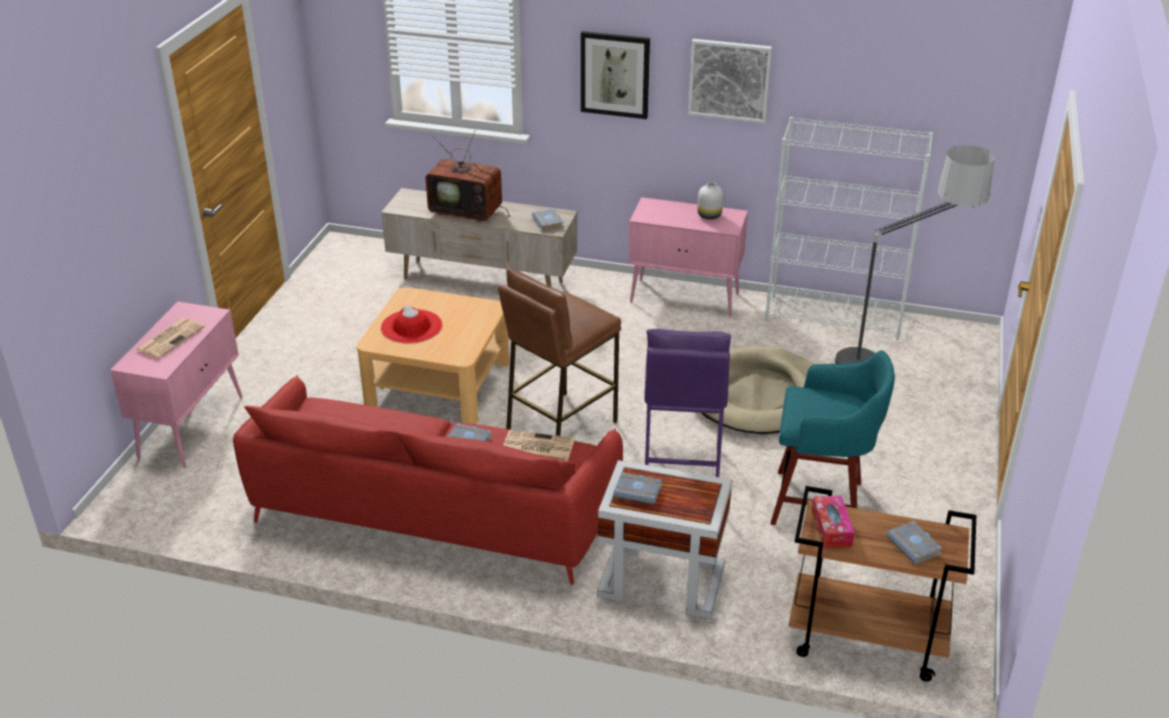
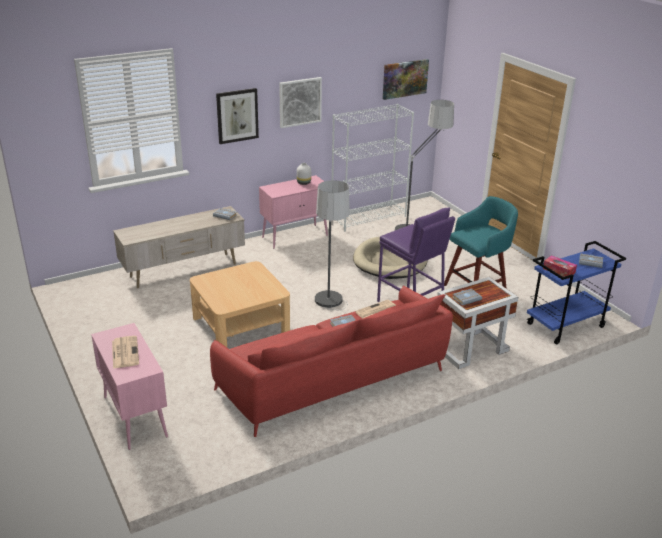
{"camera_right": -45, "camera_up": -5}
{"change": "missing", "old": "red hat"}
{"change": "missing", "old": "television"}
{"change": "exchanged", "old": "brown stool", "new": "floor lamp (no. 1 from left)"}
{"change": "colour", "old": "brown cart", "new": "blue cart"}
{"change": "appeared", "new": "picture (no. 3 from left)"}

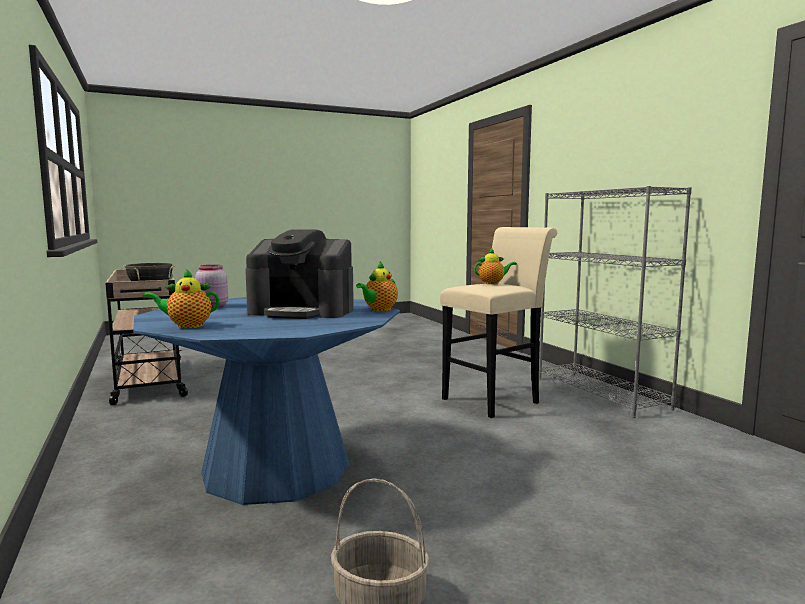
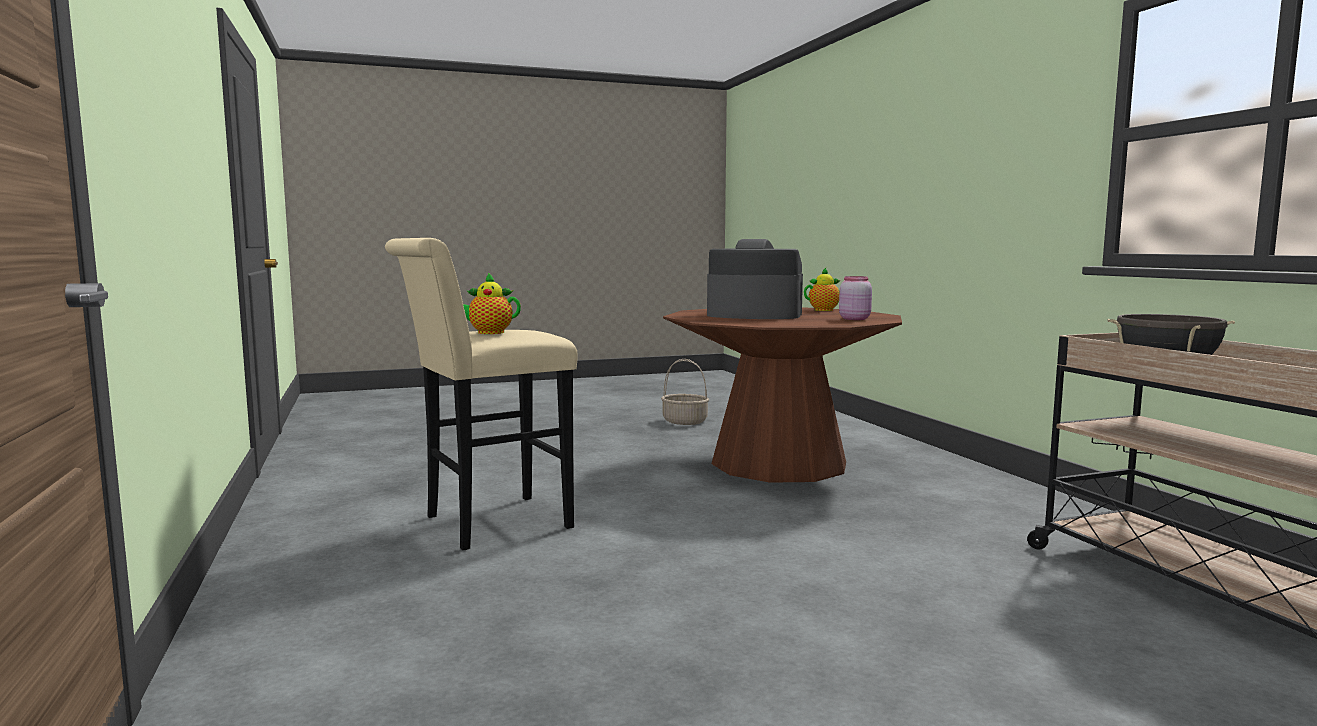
{"camera_right": -175, "camera_up": 0}
{"change": "colour", "old": "blue dining table", "new": "brown dining table"}
{"change": "missing", "old": "teapot (no. 2 from left)"}
{"change": "missing", "old": "grey bookcase"}

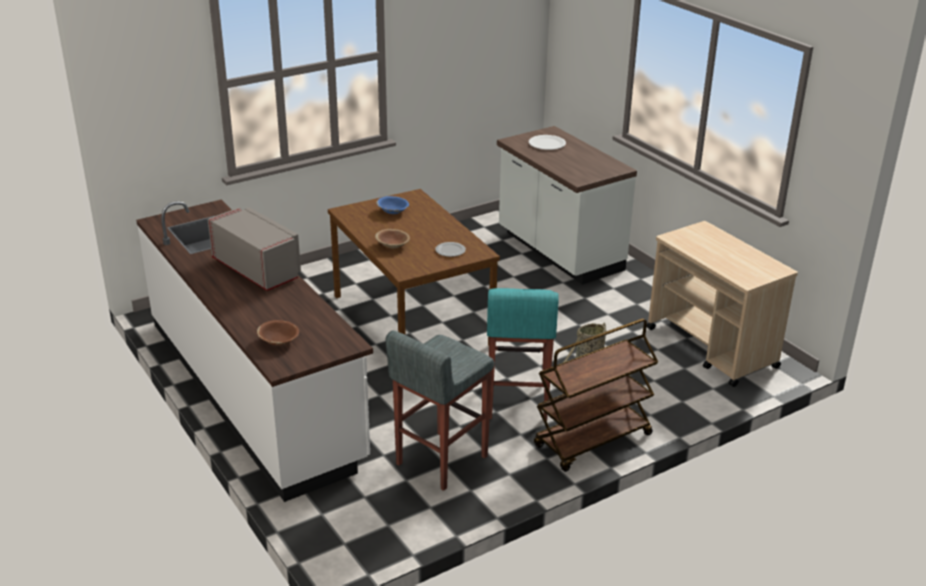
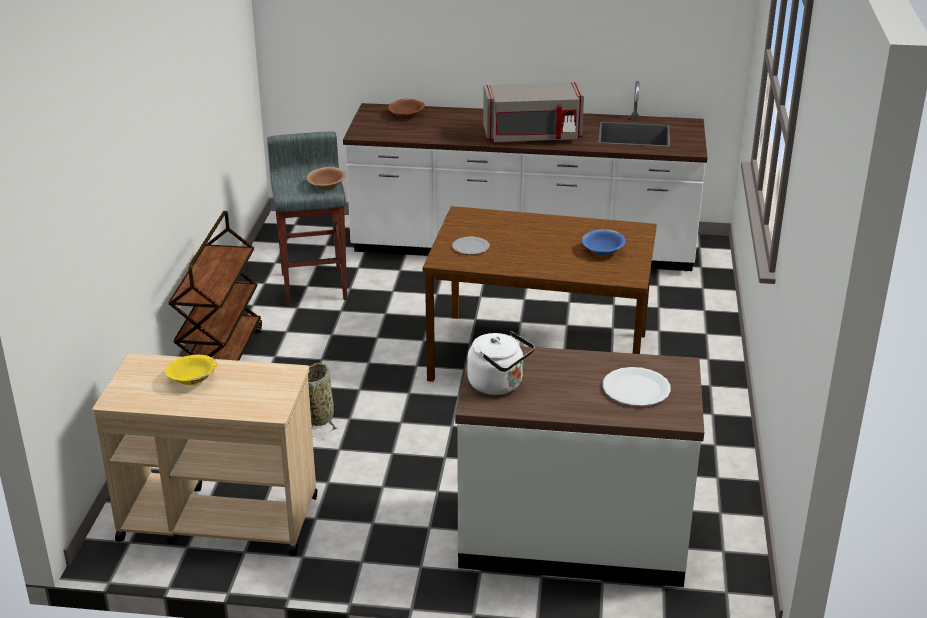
{"camera_right": 130, "camera_up": 0}
{"change": "relocated", "old": "brown bowl (no. 2 from left in the first image)", "new": "brown bowl (no. 1 from left)"}
{"change": "missing", "old": "turquoise stool"}
{"change": "appeared", "new": "yellow bowl"}
{"change": "appeared", "new": "white kettle"}

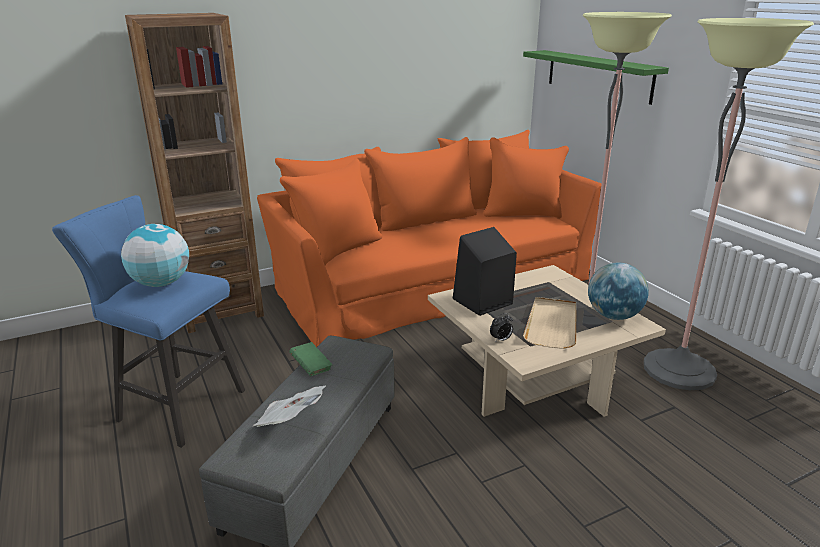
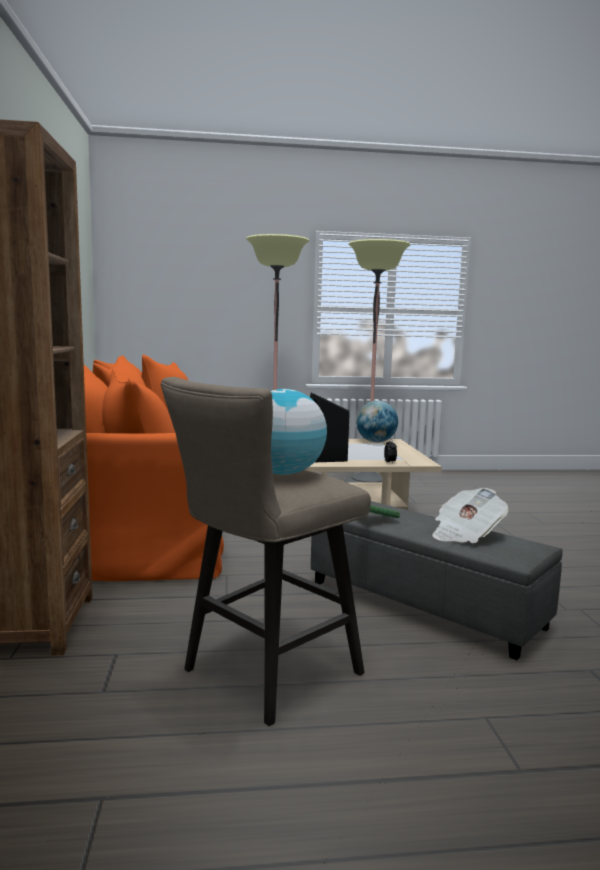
{"camera_right": -70, "camera_up": -15}
{"change": "colour", "old": "blue stool", "new": "beige stool"}
{"change": "missing", "old": "green shelf"}
{"change": "missing", "old": "beige tray"}

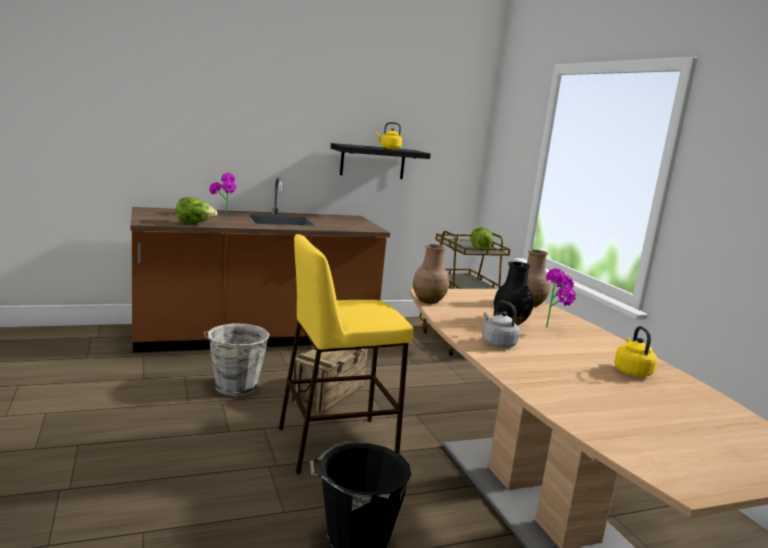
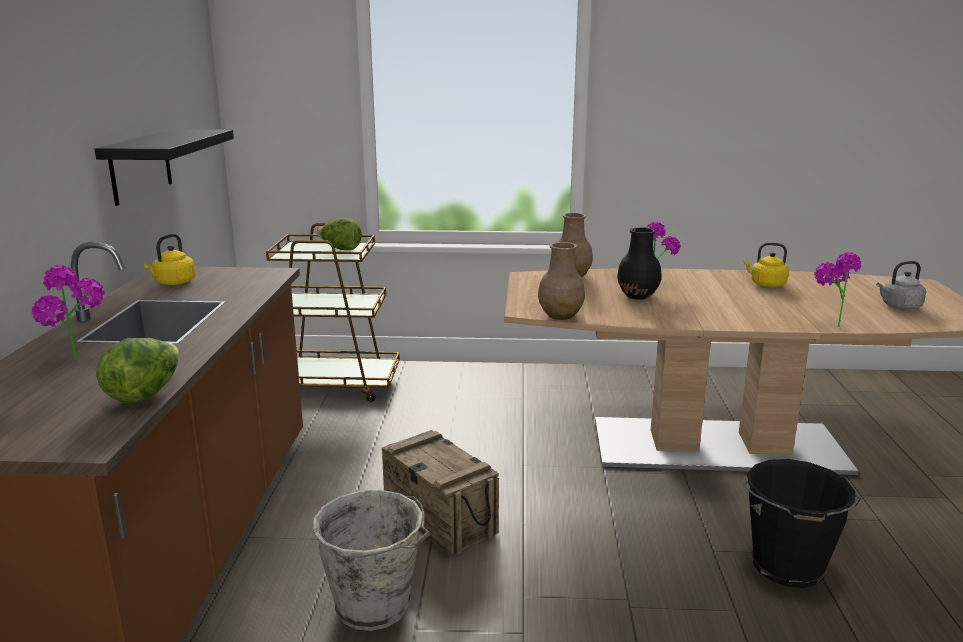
{"camera_right": -65, "camera_up": 5}
{"change": "missing", "old": "yellow stool"}
{"change": "relocated", "old": "yellow kettle (no. 1 from left)"}
{"change": "relocated", "old": "grey kettle"}
{"change": "appeared", "new": "potted plant (no. 3 from left)"}

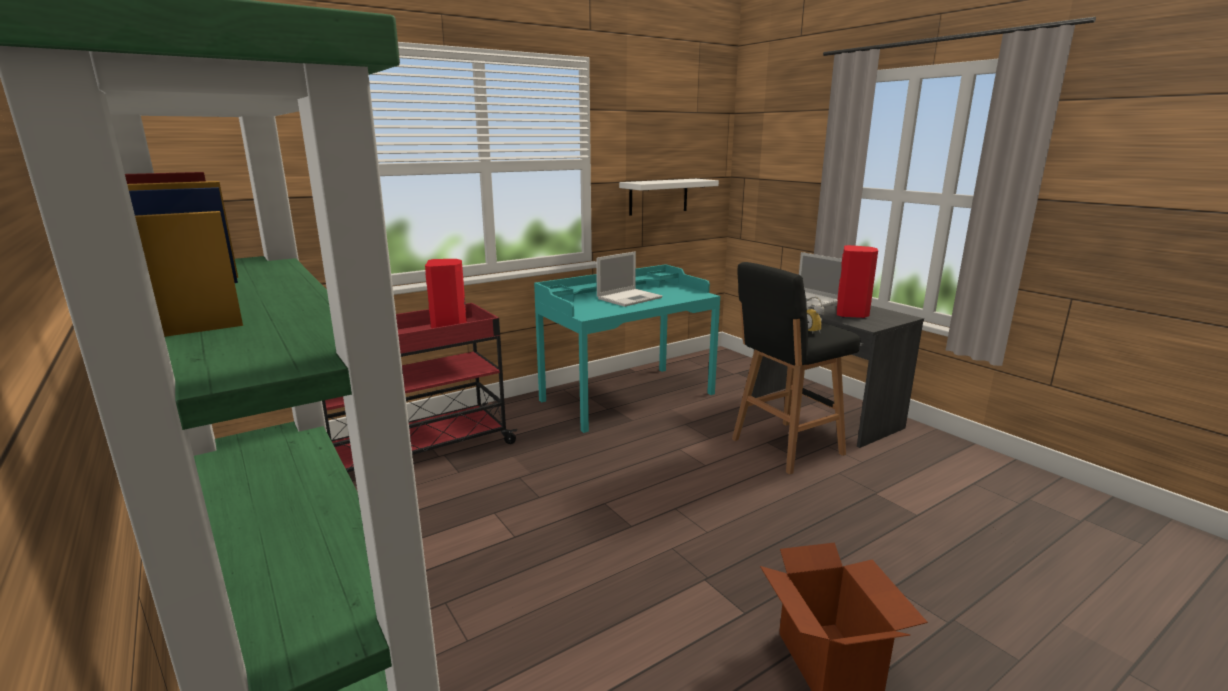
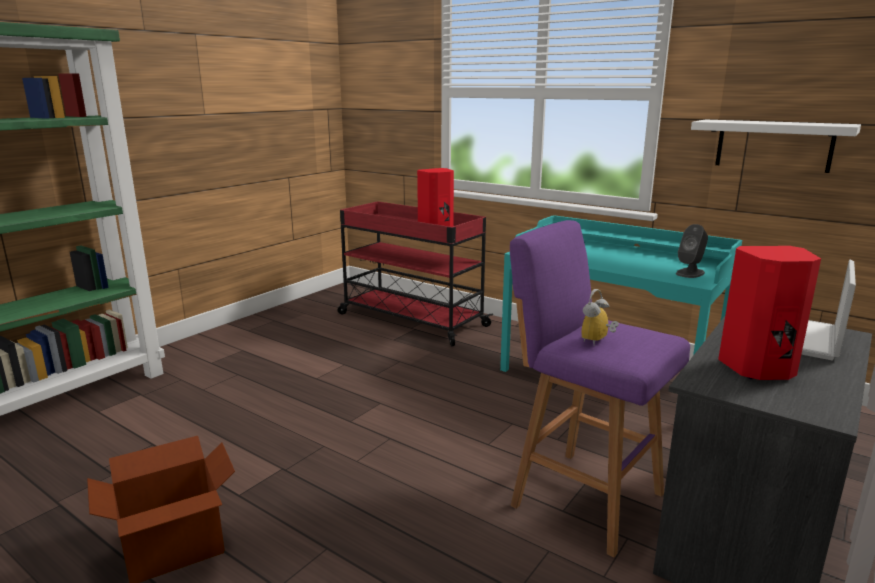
{"camera_right": 70, "camera_up": 0}
{"change": "missing", "old": "laptop (no. 1 from left)"}
{"change": "colour", "old": "black stool", "new": "purple stool"}
{"change": "appeared", "new": "grey speaker"}

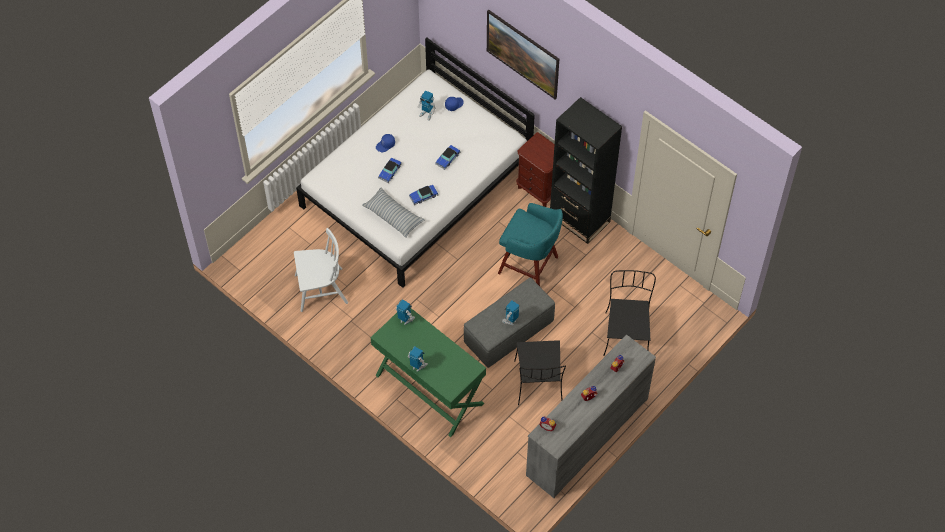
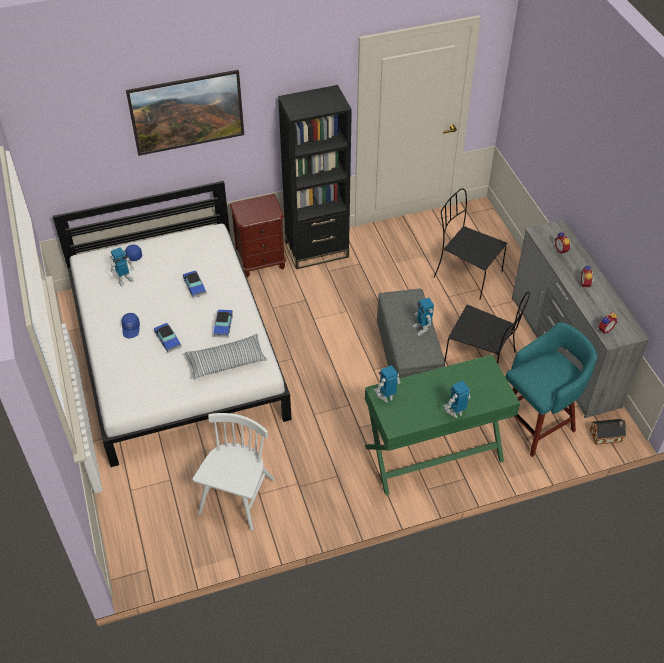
{"camera_right": -60, "camera_up": -10}
{"change": "relocated", "old": "turquoise stool"}
{"change": "appeared", "new": "toy house"}

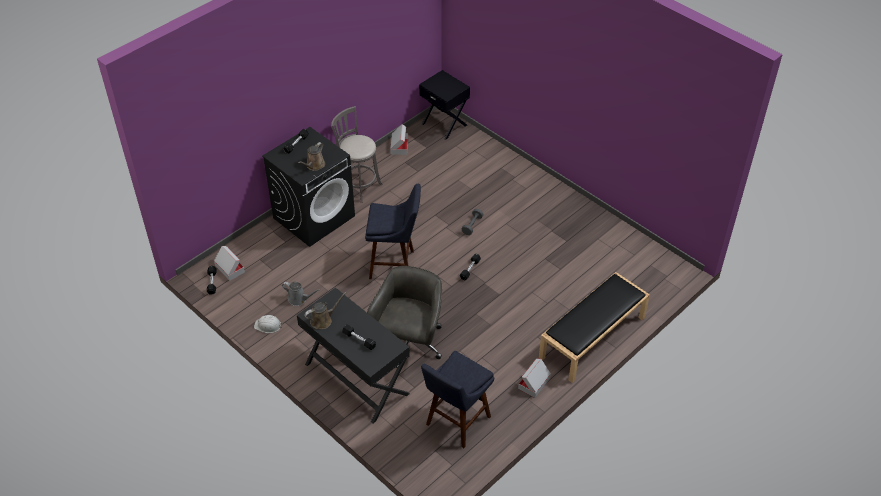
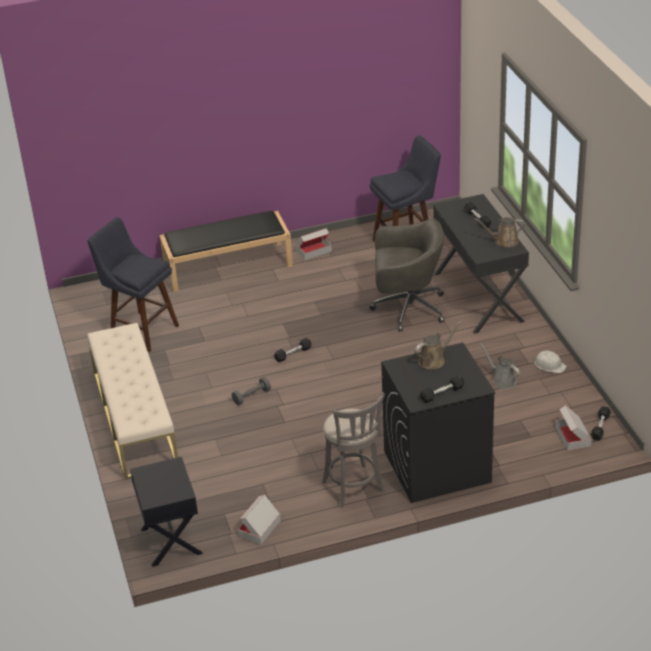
{"camera_right": -150, "camera_up": -10}
{"change": "relocated", "old": "blue stool (no. 1 from left)"}
{"change": "spun", "old": "grey office chair", "degrees": -135}
{"change": "appeared", "new": "beige bench"}

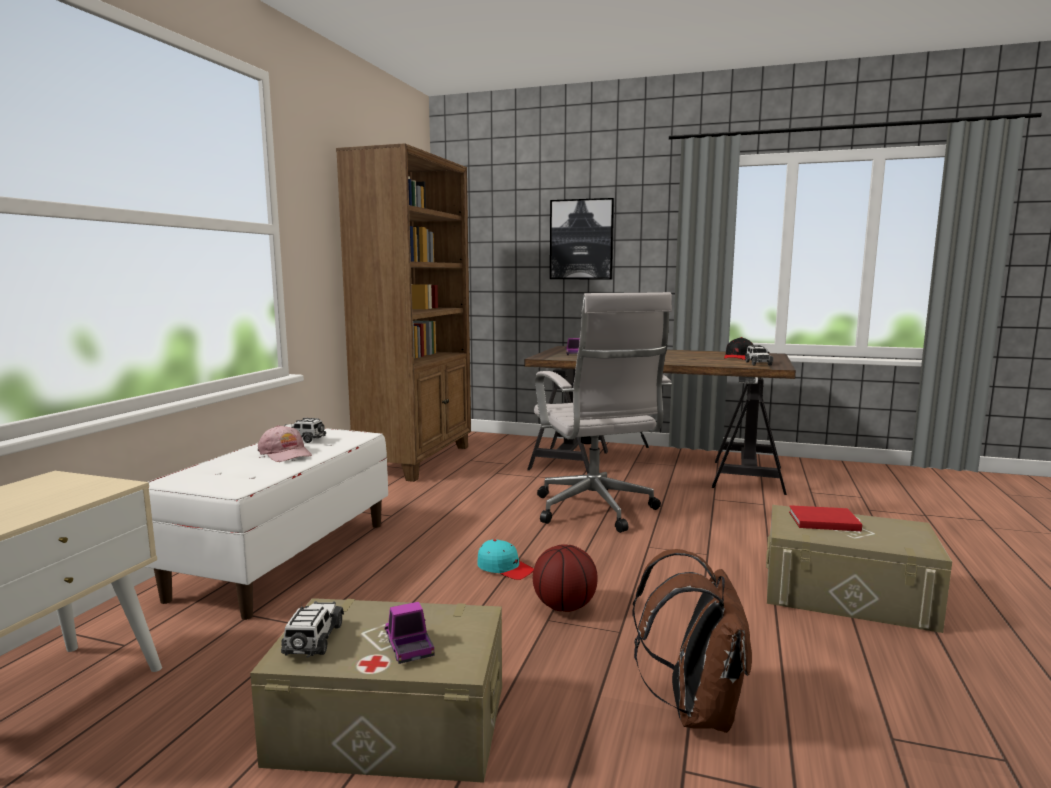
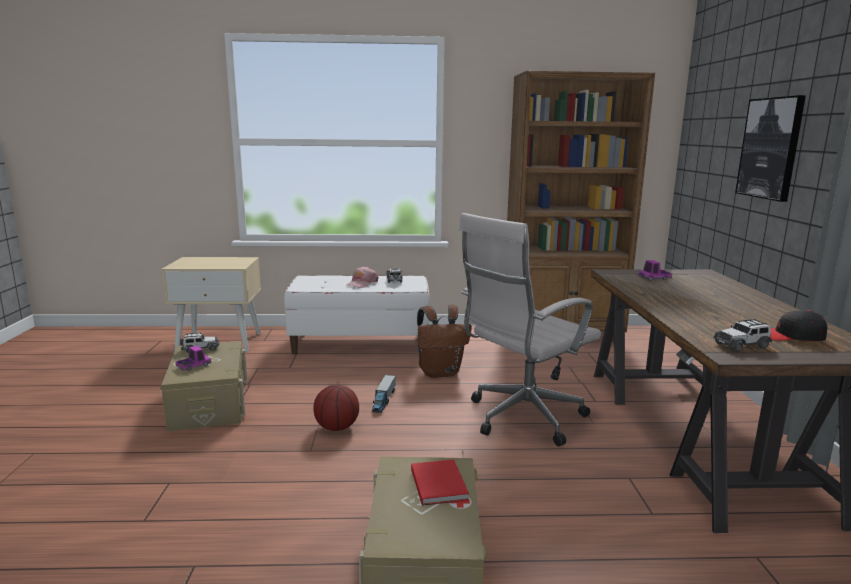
{"camera_right": 70, "camera_up": 5}
{"change": "exchanged", "old": "turquoise cap", "new": "toy truck (no. 2 from left)"}
{"change": "relocated", "old": "brown backpack"}

